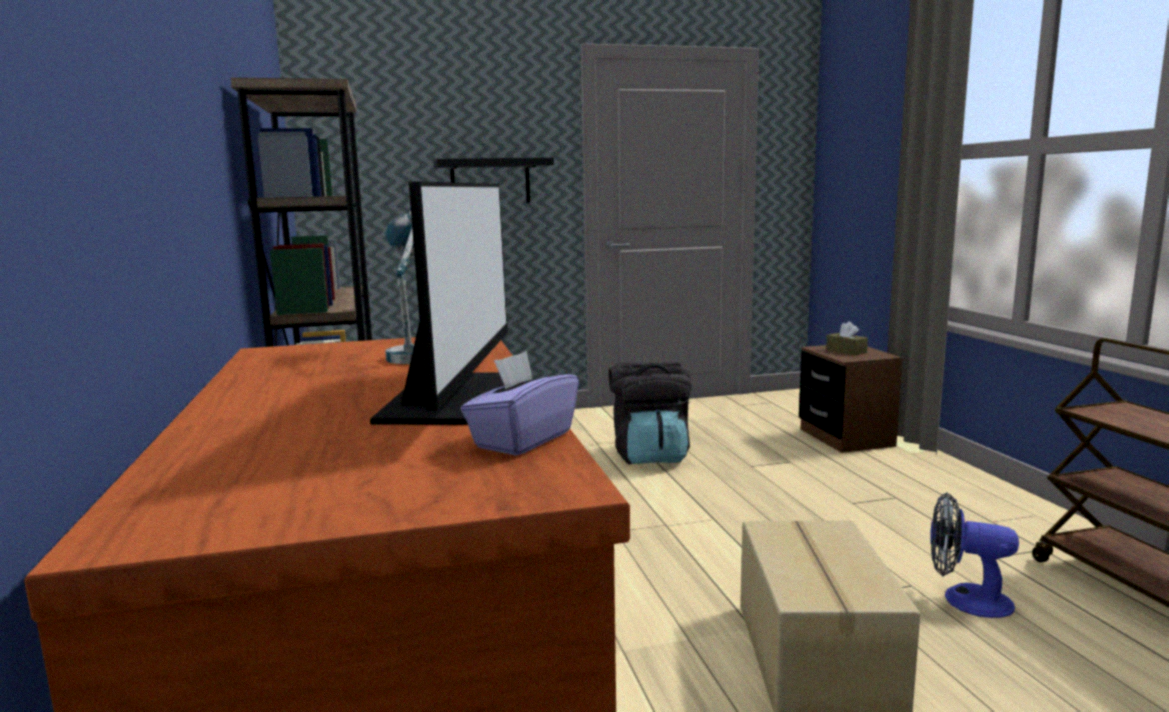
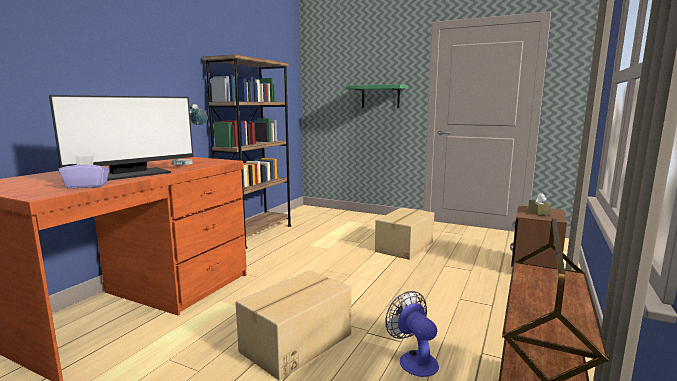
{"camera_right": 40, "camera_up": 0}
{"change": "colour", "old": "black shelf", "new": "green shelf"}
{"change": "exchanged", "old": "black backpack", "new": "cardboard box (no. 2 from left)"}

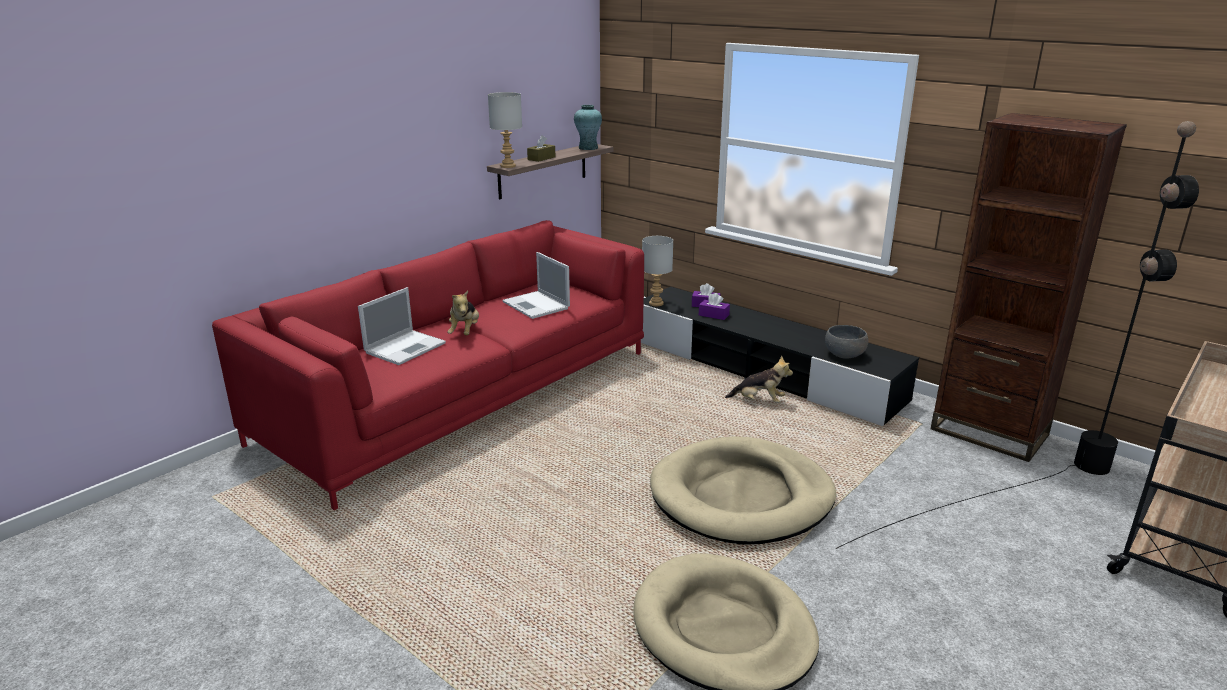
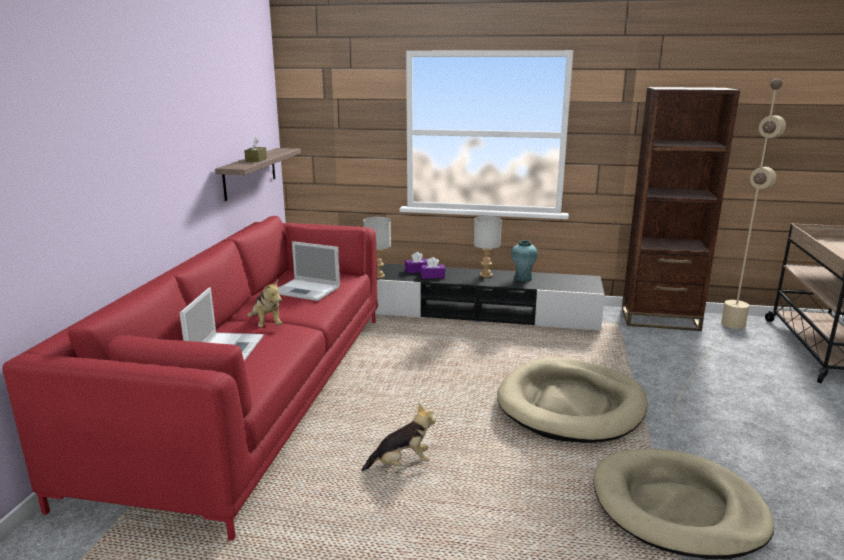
{"camera_right": -30, "camera_up": -5}
{"change": "relocated", "old": "grey table lamp (no. 1 from left in the first image)", "new": "grey table lamp (no. 2 from left)"}
{"change": "relocated", "old": "turquoise vase"}
{"change": "relocated", "old": "plush toy (no. 2 from left)"}
{"change": "missing", "old": "grey bowl"}
{"change": "colour", "old": "black floor lamp", "new": "beige floor lamp"}

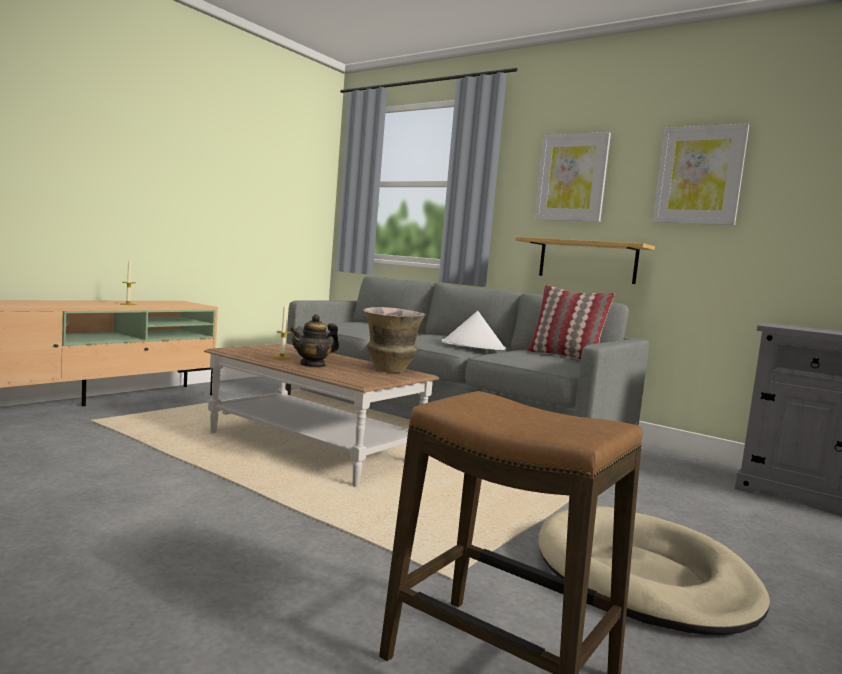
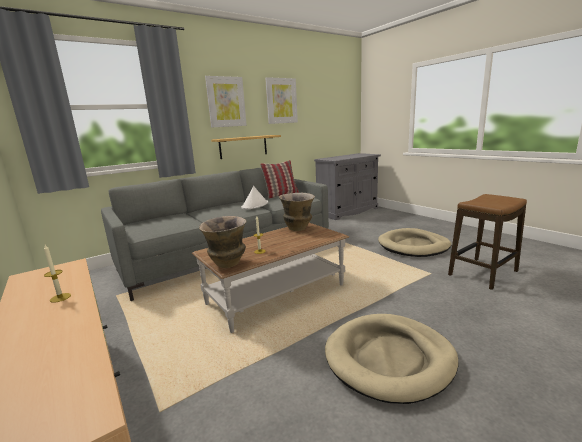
{"camera_right": -70, "camera_up": 10}
{"change": "missing", "old": "teapot"}
{"change": "appeared", "new": "vase (no. 1 from left)"}
{"change": "appeared", "new": "beige dog bed (no. 1 from left)"}

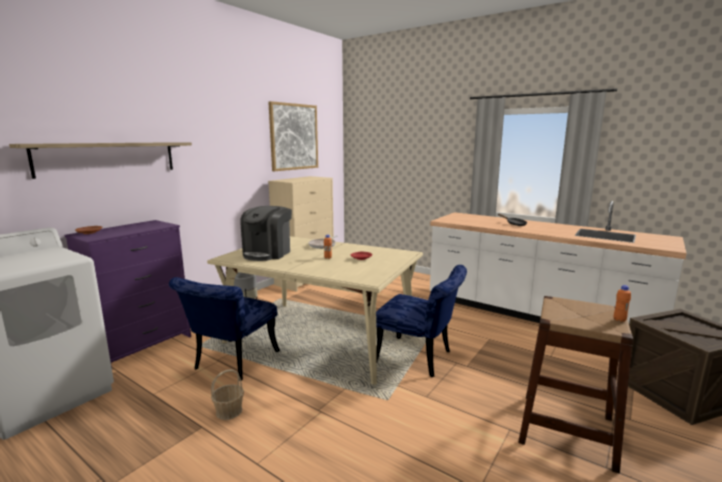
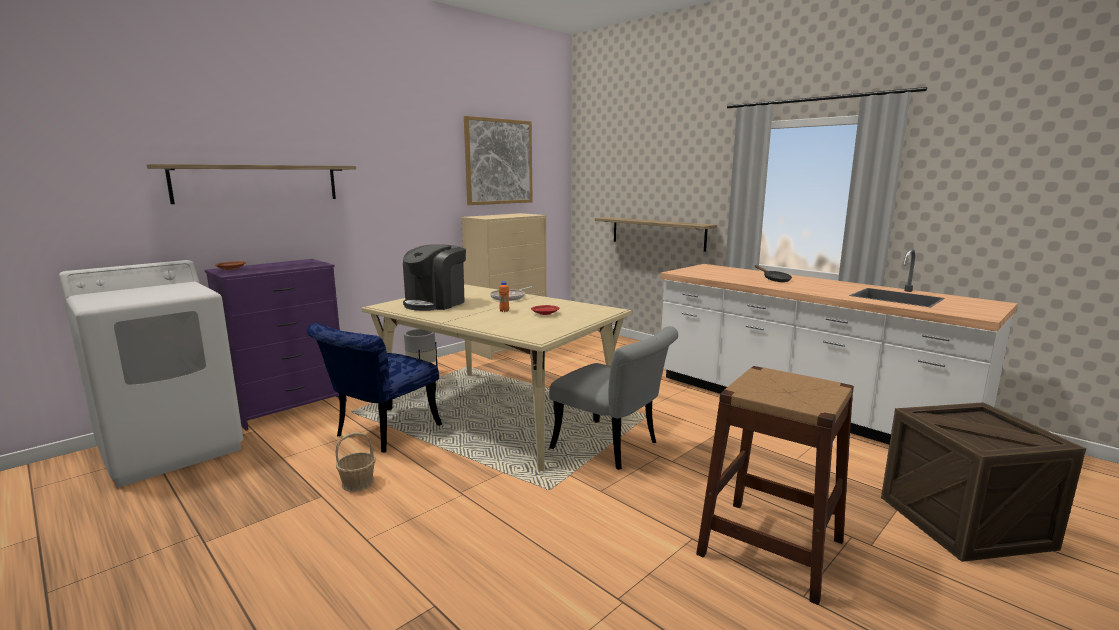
{"camera_right": 10, "camera_up": 0}
{"change": "colour", "old": "blue chair (no. 2 from left)", "new": "grey chair"}
{"change": "missing", "old": "orange bottle (no. 2 from left)"}
{"change": "appeared", "new": "shelf (no. 2 from left)"}

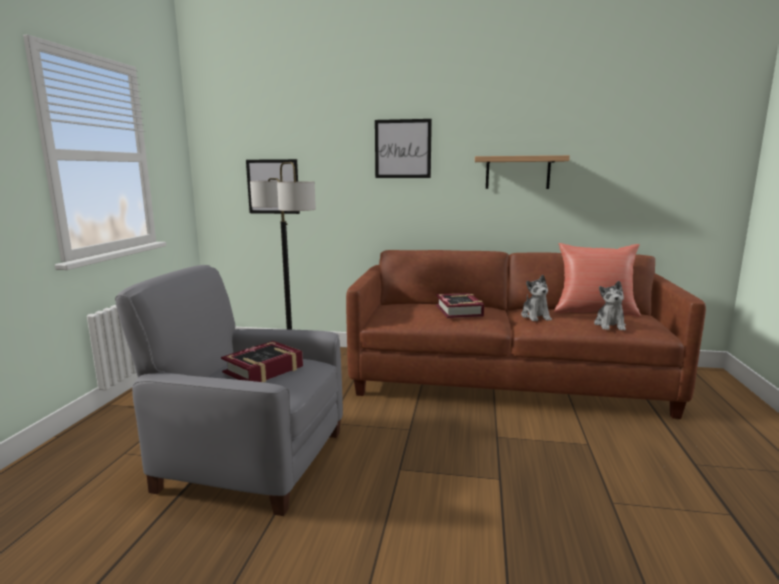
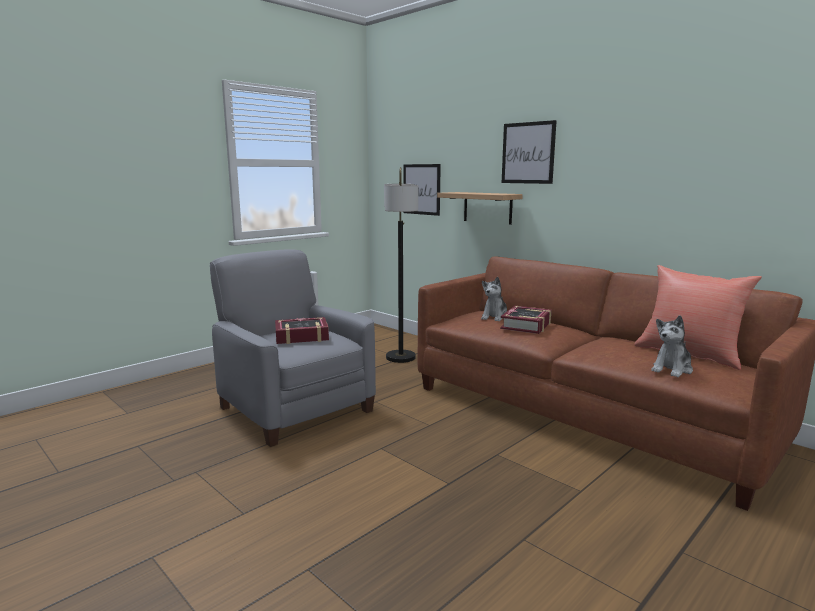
{"camera_right": 35, "camera_up": 0}
{"change": "relocated", "old": "shelf"}
{"change": "relocated", "old": "plush toy (no. 1 from left)"}

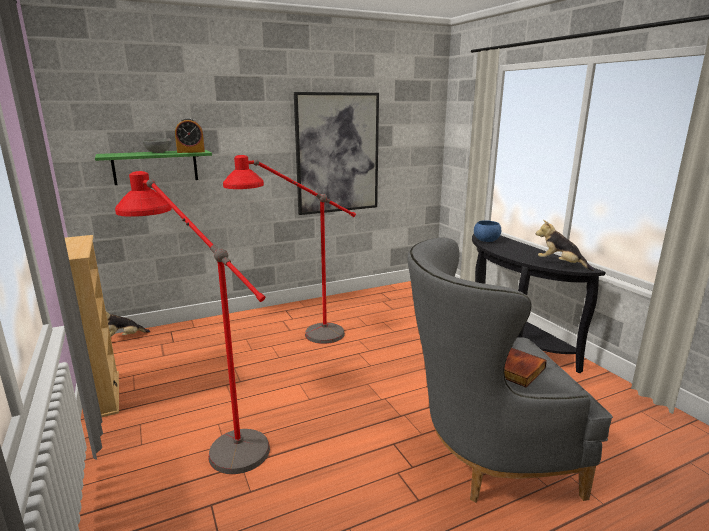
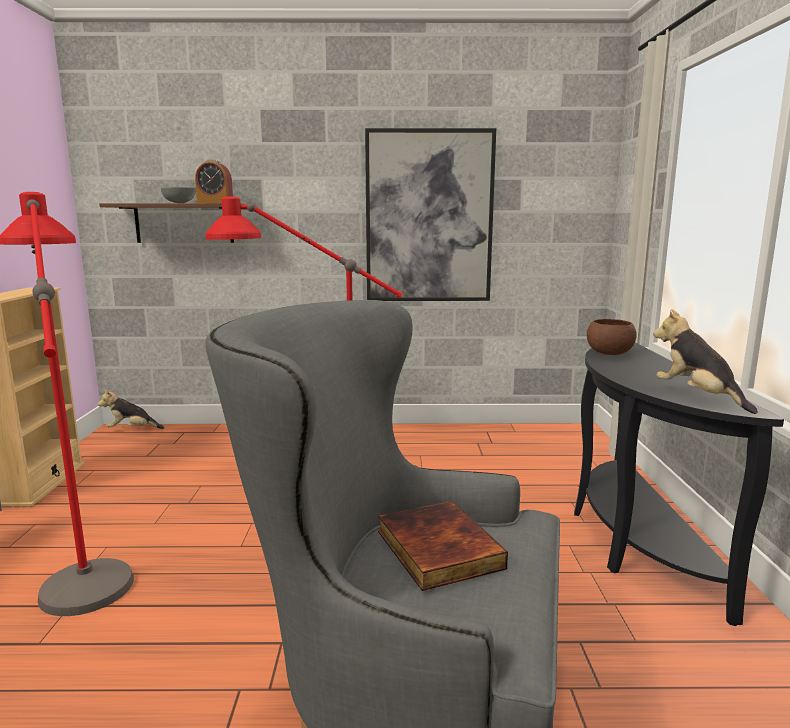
{"camera_right": 25, "camera_up": -5}
{"change": "colour", "old": "green shelf", "new": "brown shelf"}
{"change": "colour", "old": "blue bowl", "new": "brown bowl"}

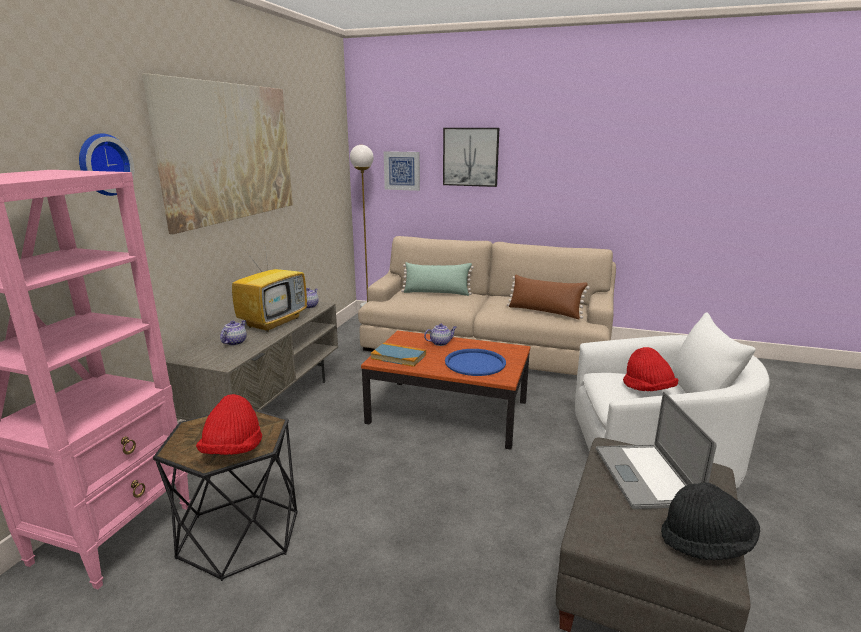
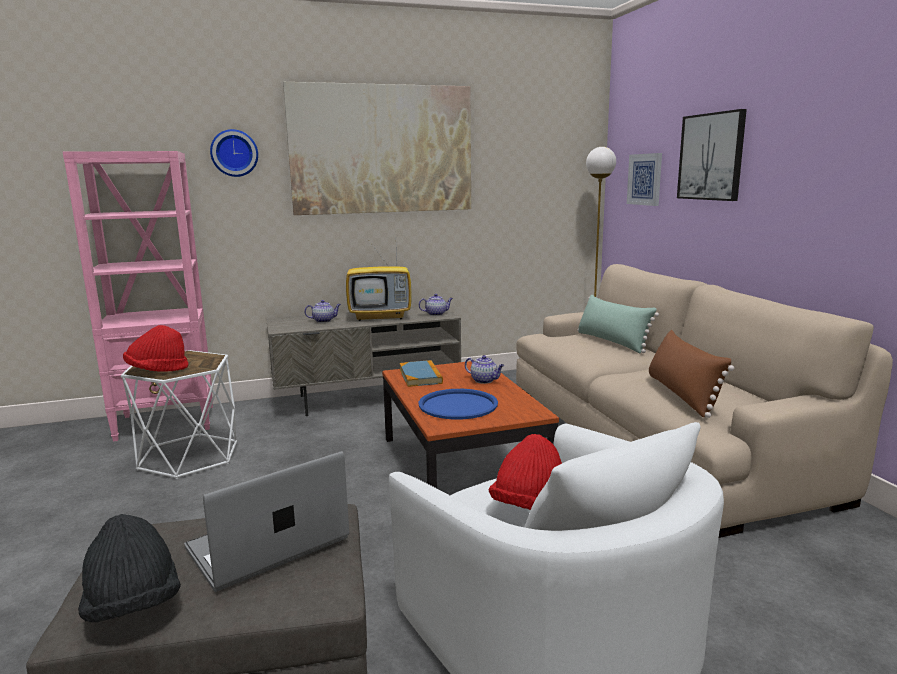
{"camera_right": 55, "camera_up": -5}
{"change": "colour", "old": "black side table", "new": "white side table"}

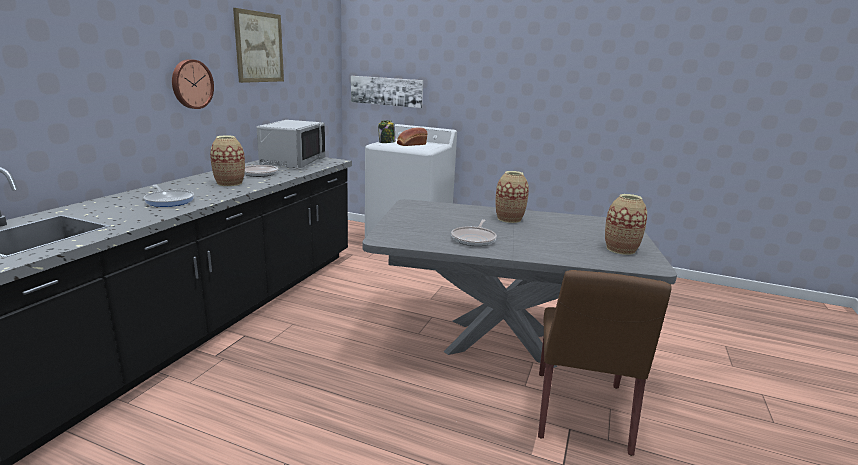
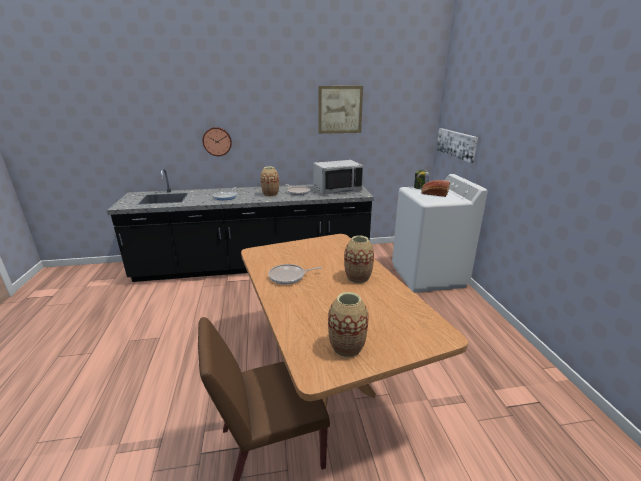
{"camera_right": 60, "camera_up": 5}
{"change": "relocated", "old": "wall clock"}
{"change": "colour", "old": "grey dining table", "new": "brown dining table"}

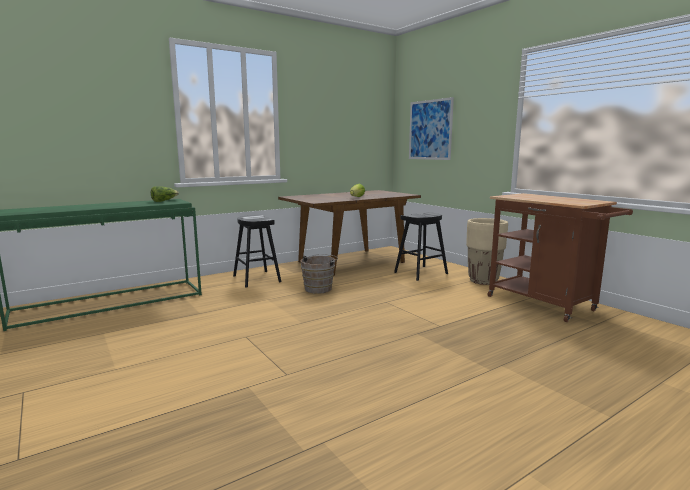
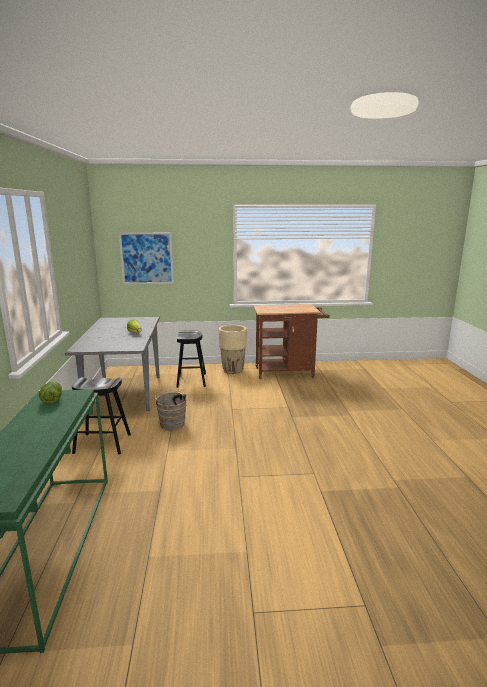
{"camera_right": -60, "camera_up": 5}
{"change": "colour", "old": "brown dining table", "new": "grey dining table"}

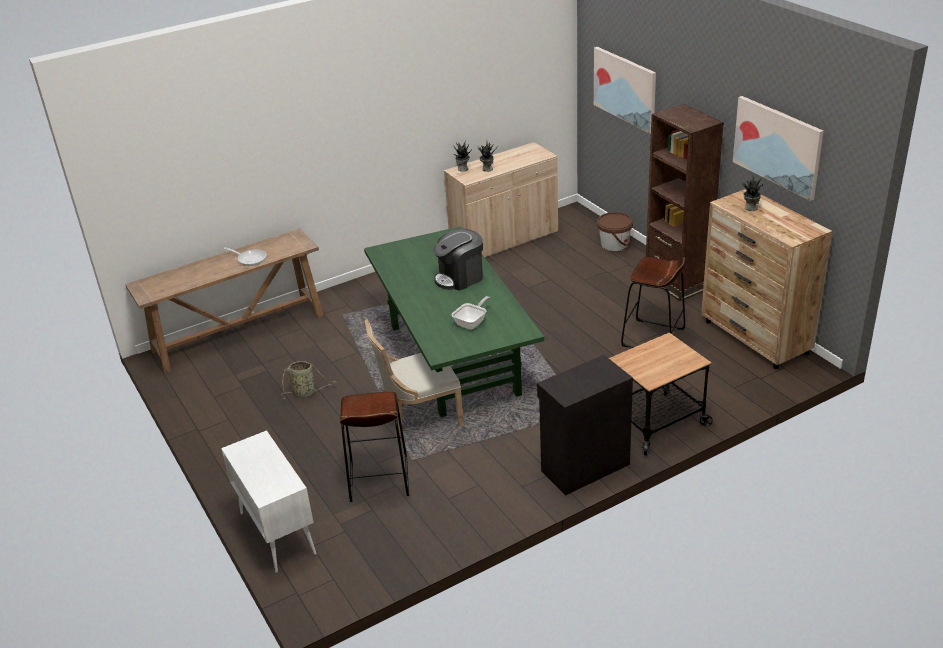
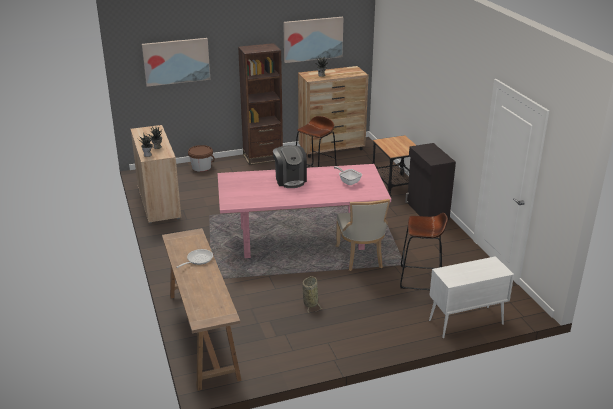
{"camera_right": -80, "camera_up": -5}
{"change": "colour", "old": "green dining table", "new": "pink dining table"}

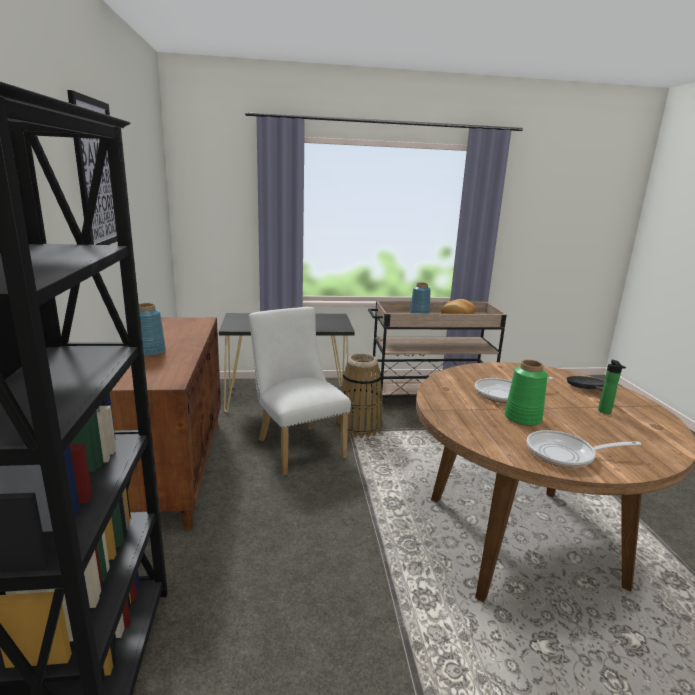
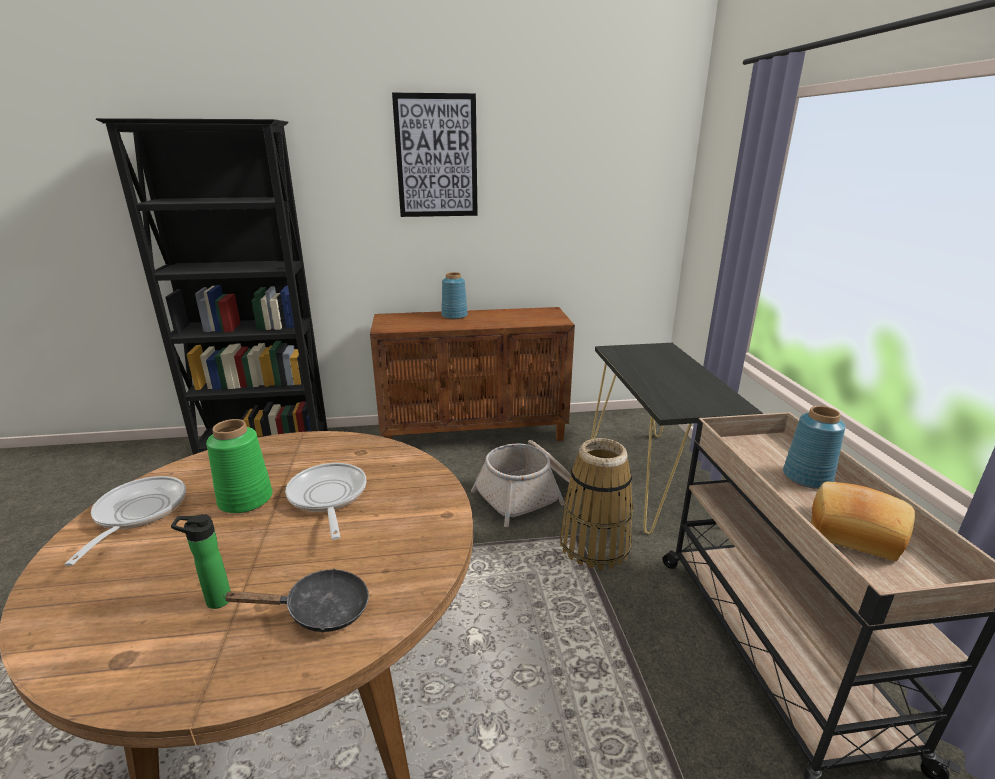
{"camera_right": 90, "camera_up": 5}
{"change": "exchanged", "old": "white chair", "new": "basket (no. 1 from left)"}

